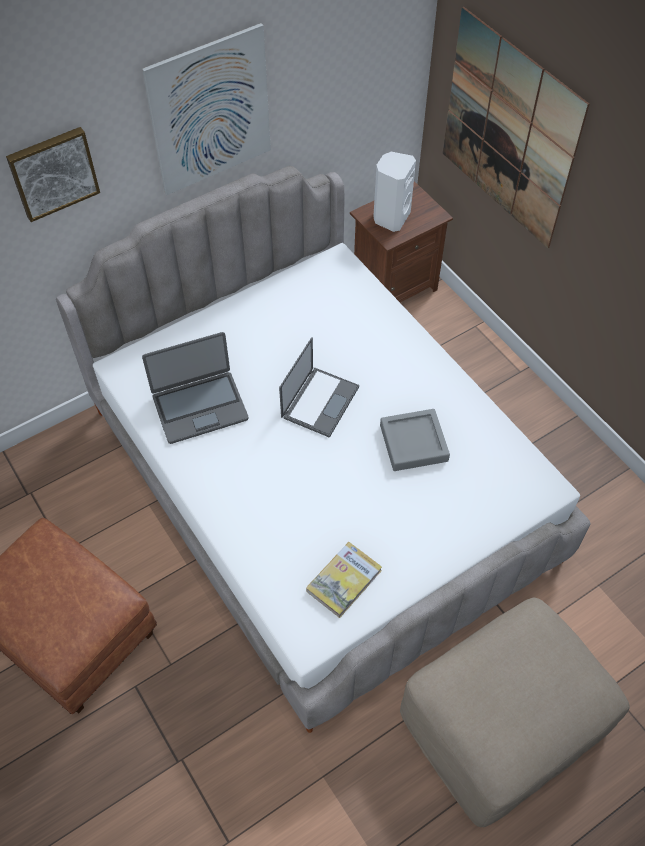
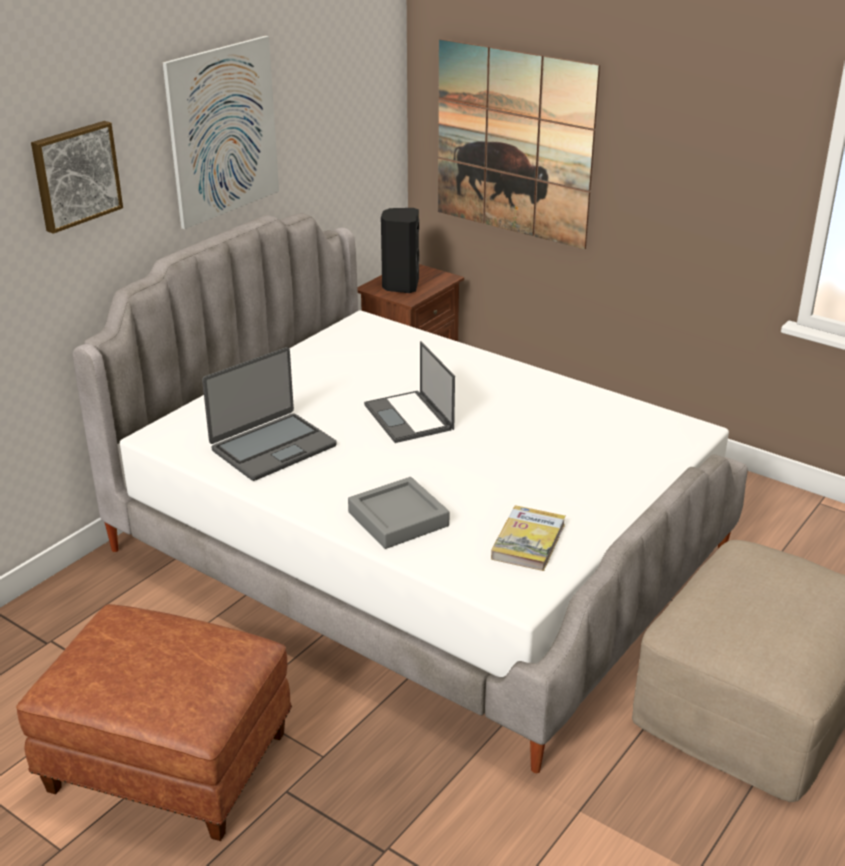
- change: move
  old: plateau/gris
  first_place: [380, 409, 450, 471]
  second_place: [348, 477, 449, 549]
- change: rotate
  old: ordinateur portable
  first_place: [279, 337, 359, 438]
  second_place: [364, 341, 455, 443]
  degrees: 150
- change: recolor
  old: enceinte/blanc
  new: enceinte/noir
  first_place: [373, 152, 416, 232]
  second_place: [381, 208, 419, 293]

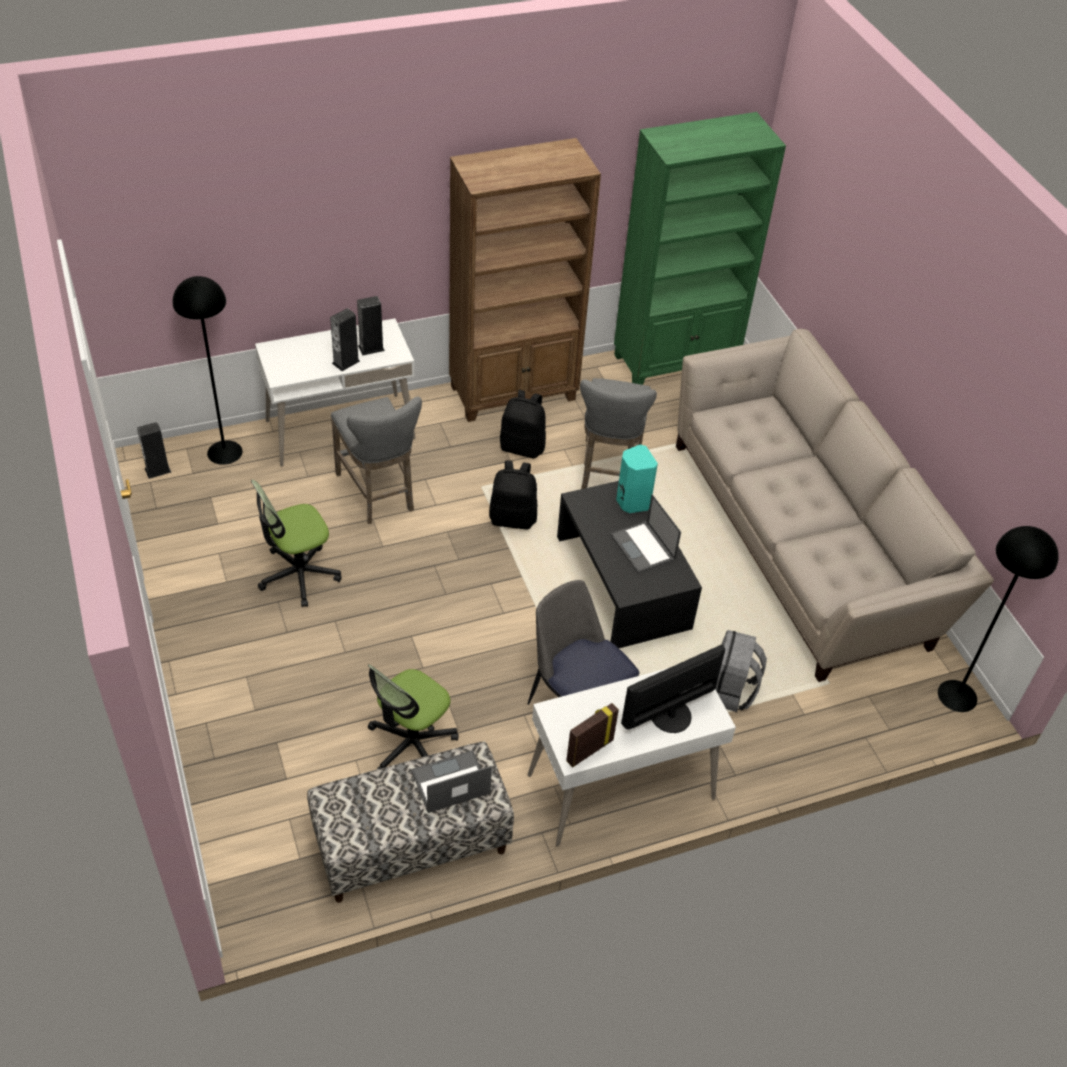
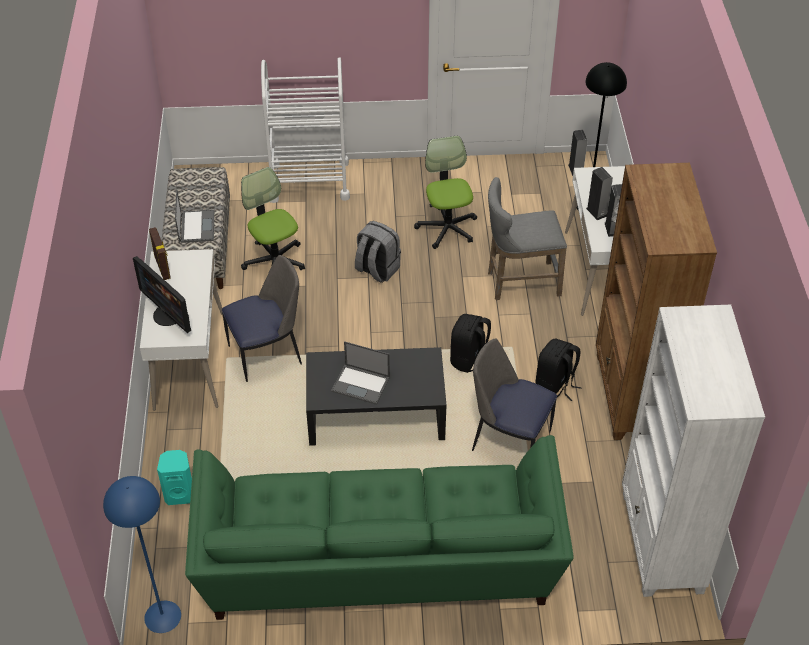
- change: recolor
  old: lampadaire/noir
  new: lampadaire/bleu
  first_place: [938, 526, 1059, 712]
  second_place: [103, 476, 181, 633]
- change: rotate
  old: écran d'ordinateur
  first_place: [621, 645, 725, 733]
  second_place: [133, 256, 191, 333]
  degrees: 150
- change: move
  old: enceinte/turquoise
  first_place: [616, 445, 658, 513]
  second_place: [157, 450, 192, 505]
- change: recolor
  old: canapé/beige
  new: canapé/vert
  first_place: [676, 329, 994, 682]
  second_place: [185, 435, 574, 620]
- change: insert
  new: chariot/blanc
  second_place: [261, 57, 350, 203]
- change: rotate
  old: ordinateur portable
  first_place: [611, 494, 681, 573]
  second_place: [331, 341, 390, 405]
  degrees: -150
- change: move
  old: sac à dos/gris
  first_place: [715, 630, 767, 712]
  second_place: [355, 221, 401, 283]
- change: replace
  old: tabouret/gris
  new: chaise
  first_place: [580, 378, 657, 489]
  second_place: [472, 338, 557, 451]
- change: recolor
  old: bibliothèque/vert
  new: bibliothèque/blanc
  first_place: [614, 112, 786, 385]
  second_place: [622, 305, 765, 597]

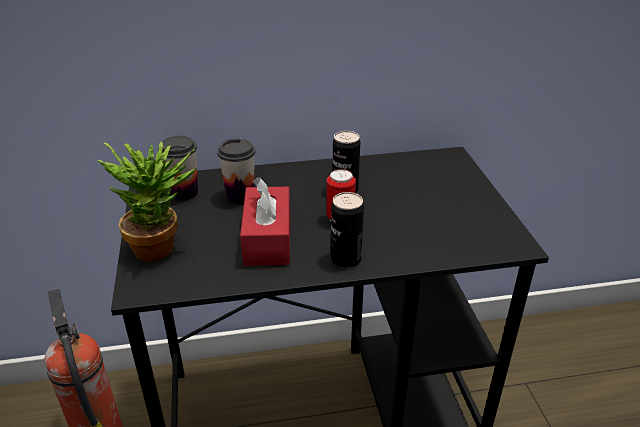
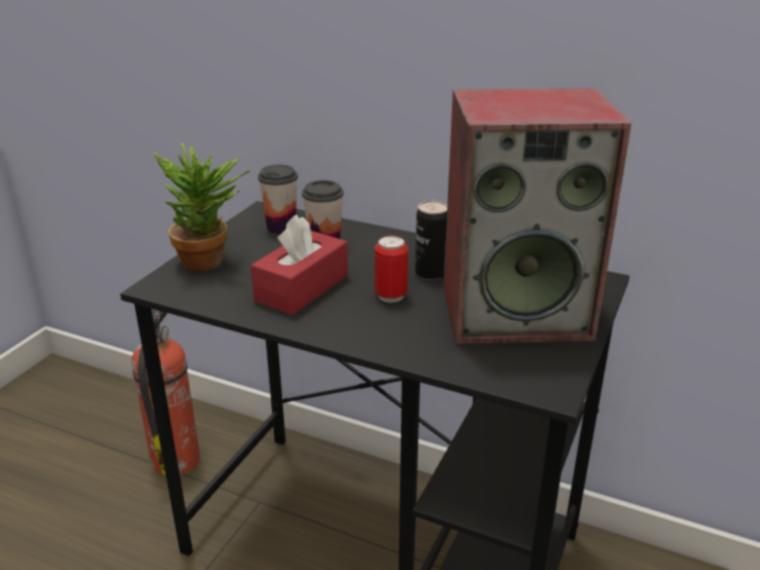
- change: insert
  new: enceinte
  second_place: [443, 88, 632, 344]
- change: delete
  old: boîte métallique
  first_place: [331, 192, 364, 268]

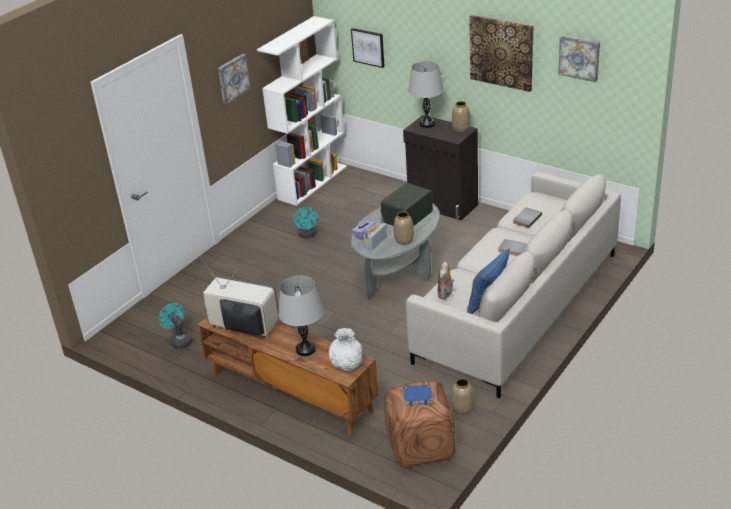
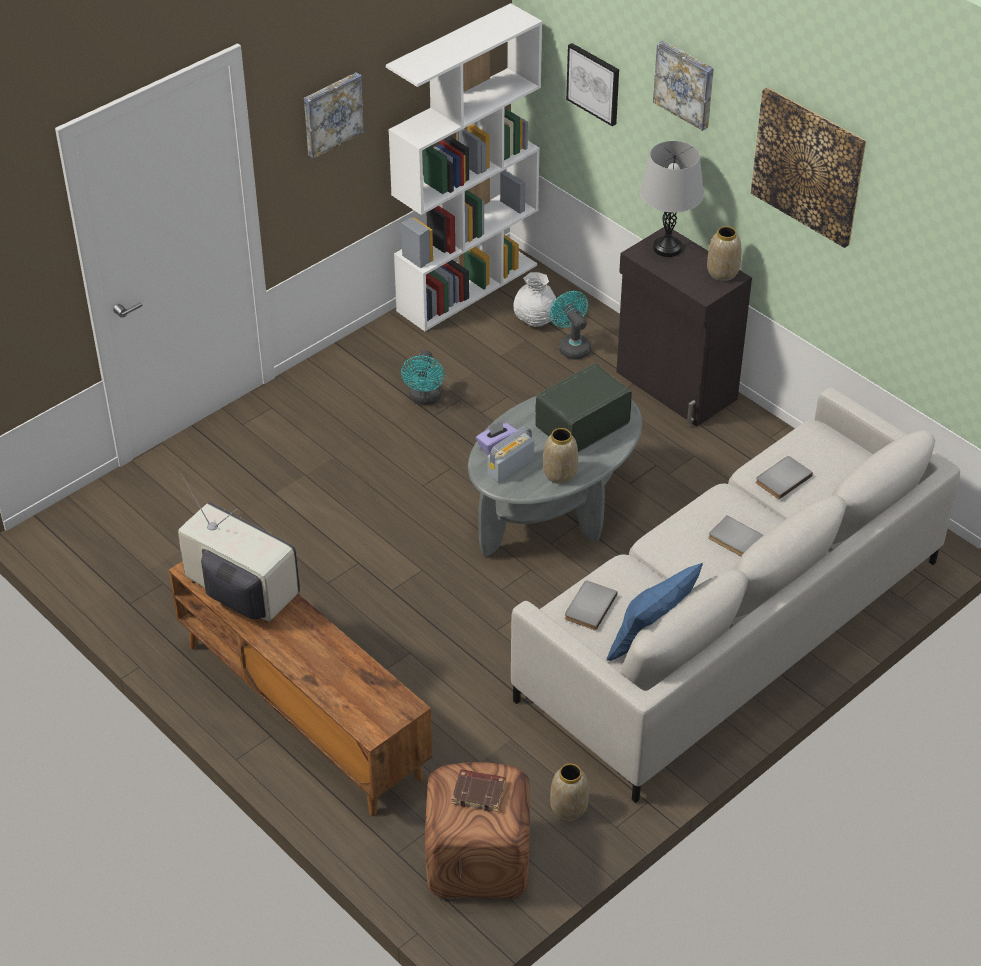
- change: recolor
  old: livre/bleu
  new: livre/marron
  first_place: [403, 385, 433, 405]
  second_place: [452, 769, 506, 812]
- change: move
  old: vase/blanc
  first_place: [329, 328, 362, 371]
  second_place: [514, 272, 556, 327]
- change: move
  old: ventilateur/turquoise
  first_place: [159, 303, 192, 349]
  second_place: [550, 291, 591, 360]
- change: replace
  old: peluche
  new: livre/gris
  first_place: [437, 261, 454, 299]
  second_place: [565, 581, 617, 631]
- change: move
  old: tableau
  first_place: [558, 35, 600, 82]
  second_place: [653, 41, 714, 131]
- change: delete
  old: lampe de table/gris
  first_place: [278, 276, 323, 356]

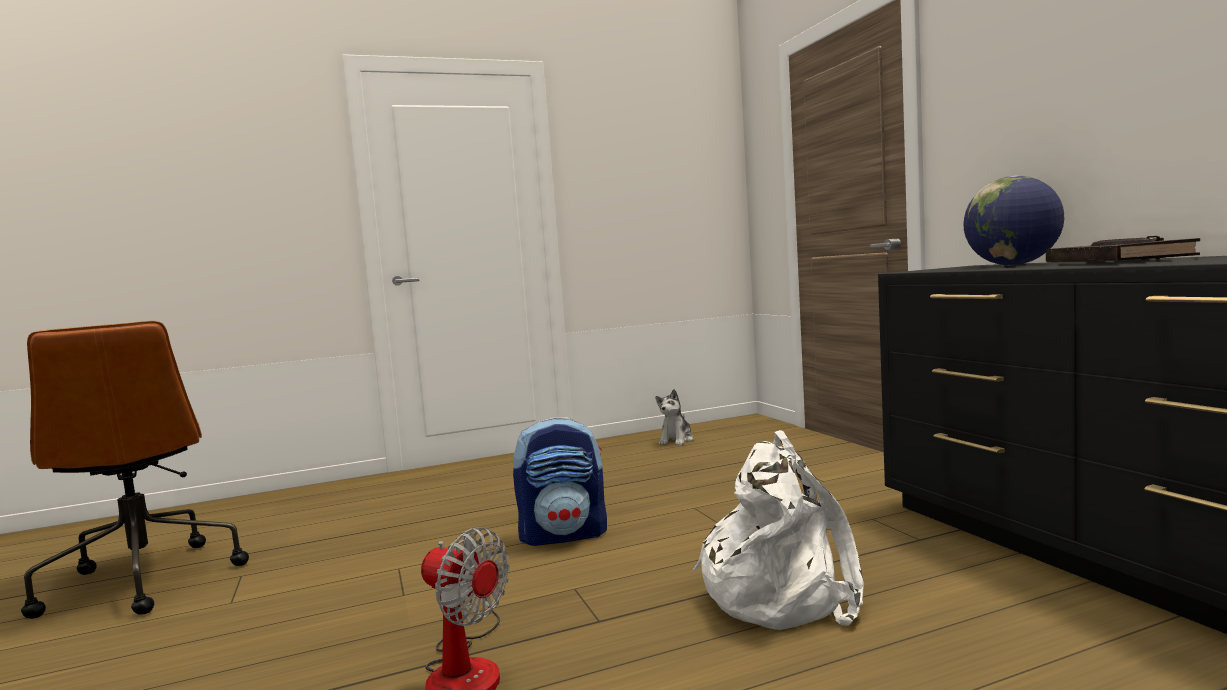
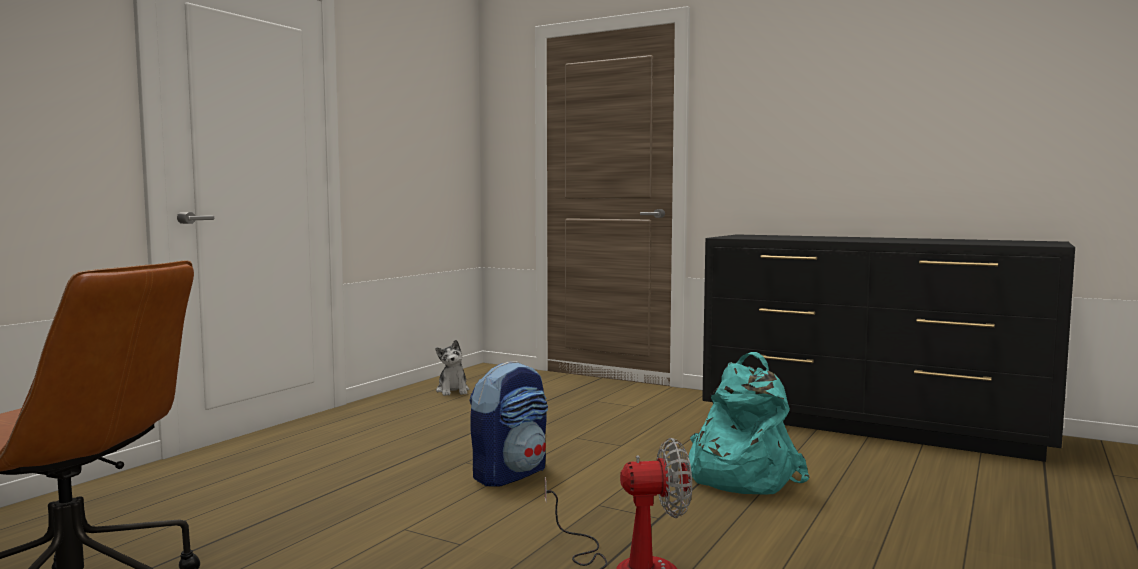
- change: recolor
  old: sac à dos/blanc
  new: sac à dos/turquoise
  first_place: [693, 430, 864, 630]
  second_place: [688, 352, 809, 495]
- change: delete
  old: globe
  first_place: [963, 176, 1064, 265]
- change: delete
  old: livre/noir
  first_place: [1046, 236, 1200, 262]

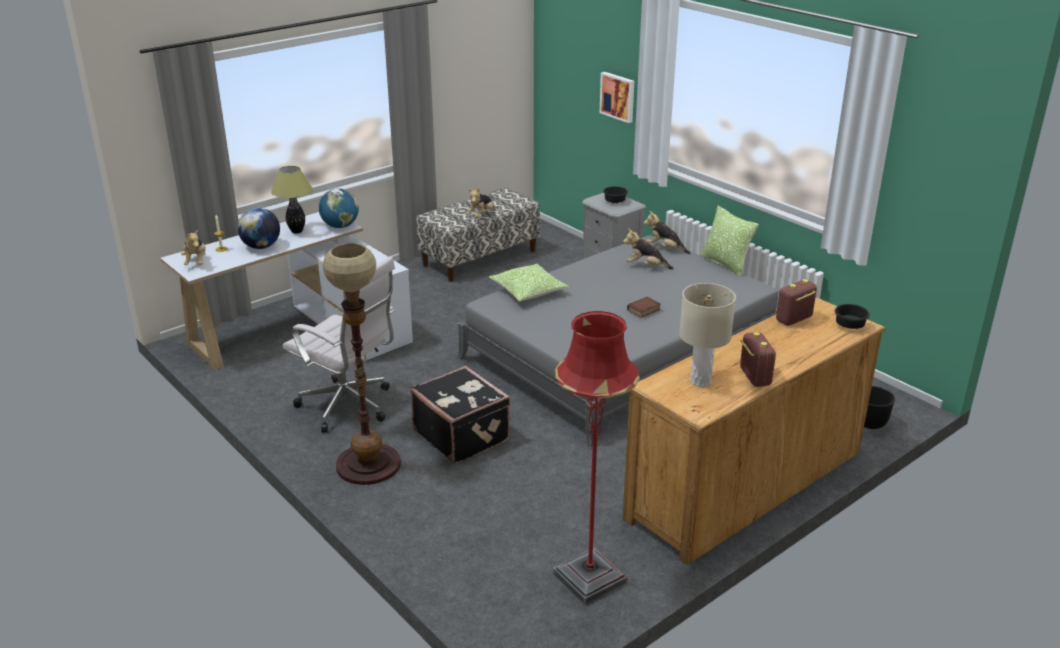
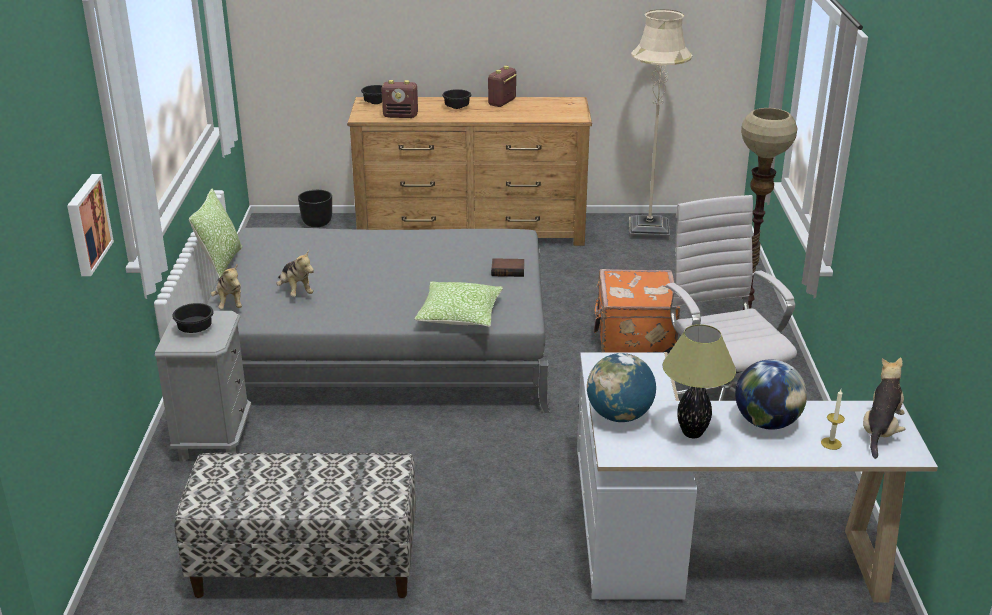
- change: insert
  new: bol/noir
  second_place: [442, 89, 471, 109]
- change: move
  old: livre
  first_place: [627, 297, 661, 318]
  second_place: [491, 258, 524, 277]
- change: recolor
  old: valise/noir
  new: valise/orange
  first_place: [411, 366, 511, 464]
  second_place: [594, 269, 680, 354]
- change: recolor
  old: lampadaire/rouge
  new: lampadaire/beige
  first_place: [553, 311, 640, 605]
  second_place: [629, 9, 692, 241]
- change: delete
  old: peluche
  first_place: [466, 188, 495, 218]
- change: delete
  old: lampe de table/beige
  first_place: [679, 283, 736, 387]

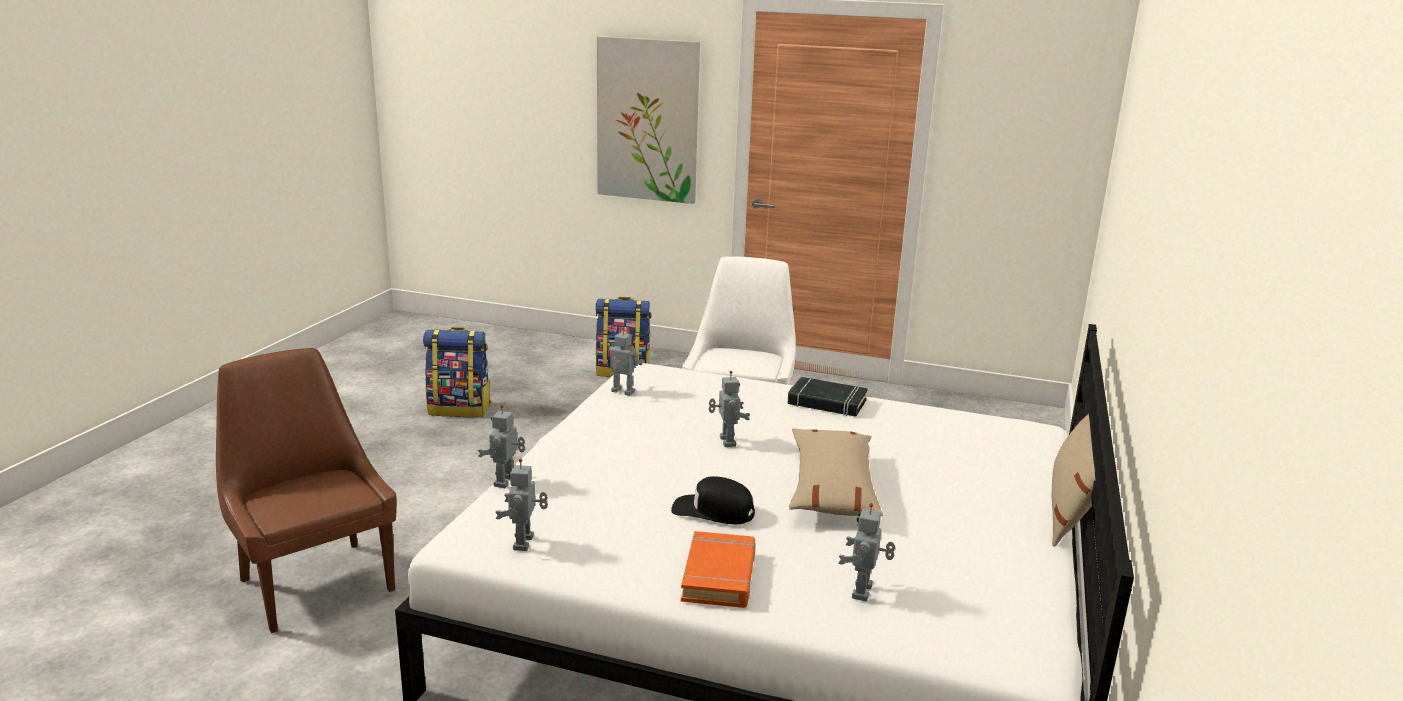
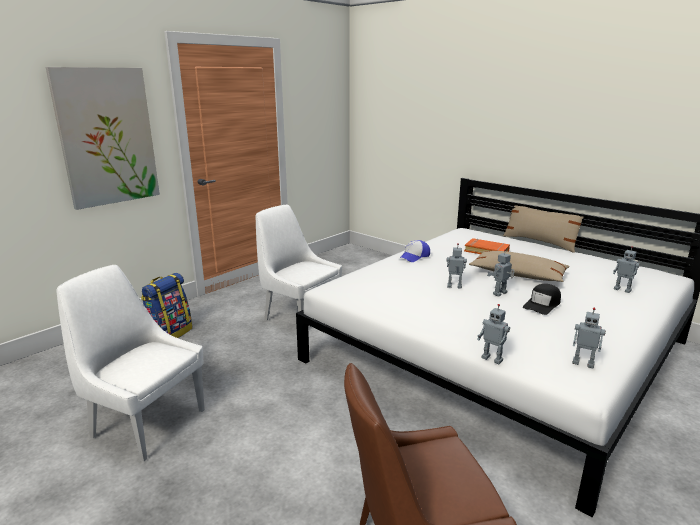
- change: replace
  old: sac à dos
  new: chaise/blanc
  first_place: [423, 327, 491, 417]
  second_place: [56, 265, 205, 462]
- change: replace
  old: livre/noir
  new: casquette
  first_place: [787, 377, 868, 417]
  second_place: [400, 240, 430, 262]
- change: move
  old: livre/orange
  first_place: [681, 531, 756, 608]
  second_place: [464, 238, 510, 254]
- change: move
  old: robot jouet
  first_place: [609, 327, 643, 396]
  second_place: [487, 249, 515, 297]

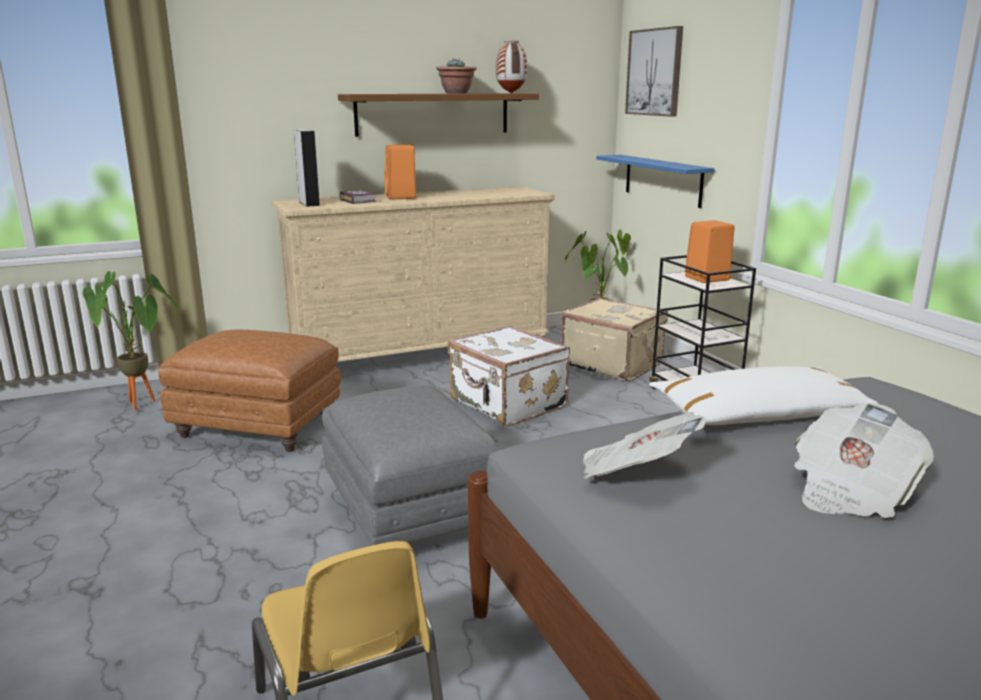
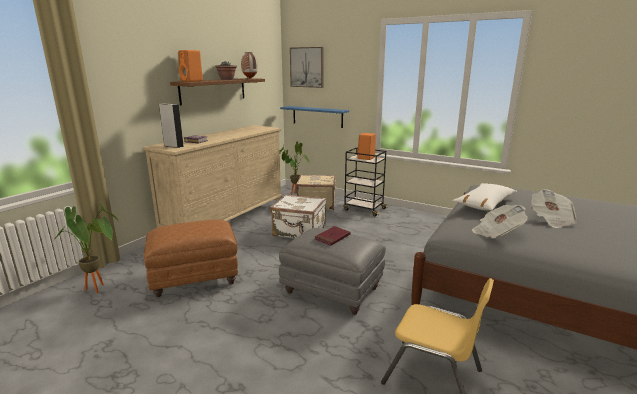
- change: move
  old: enceinte/orange
  first_place: [384, 145, 416, 199]
  second_place: [178, 50, 203, 82]
- change: insert
  new: livre/rouge
  second_place: [315, 226, 351, 246]

